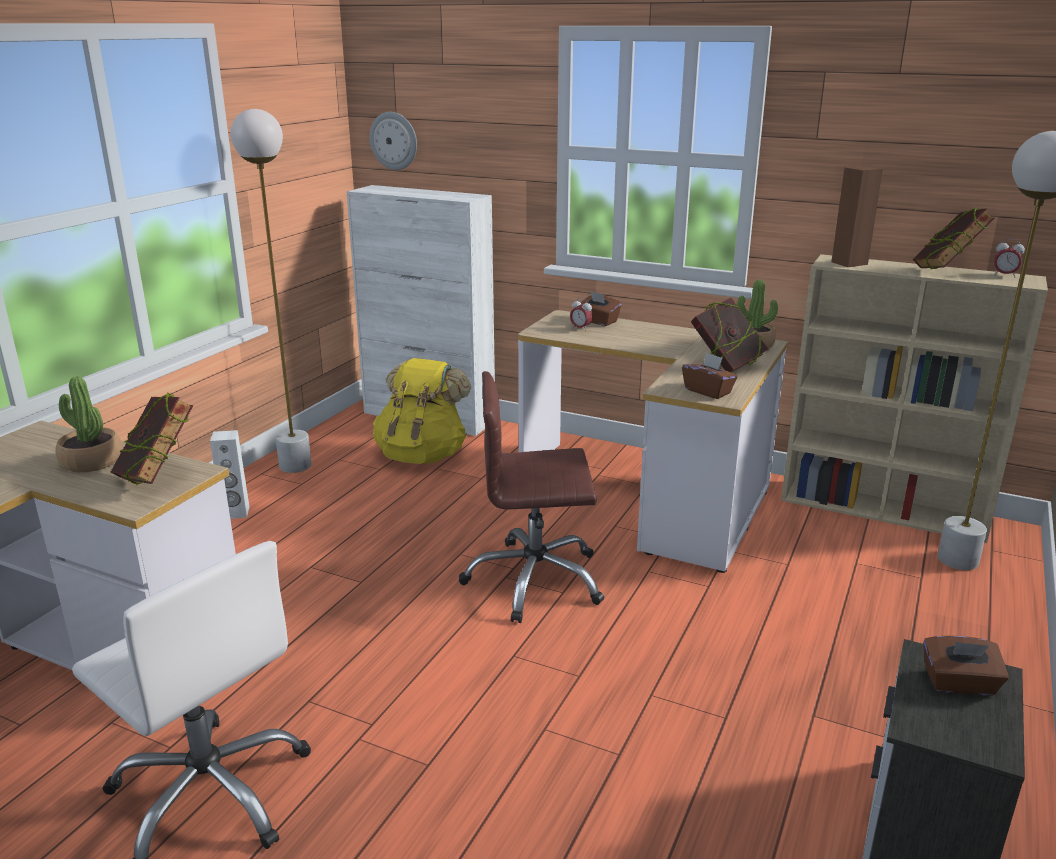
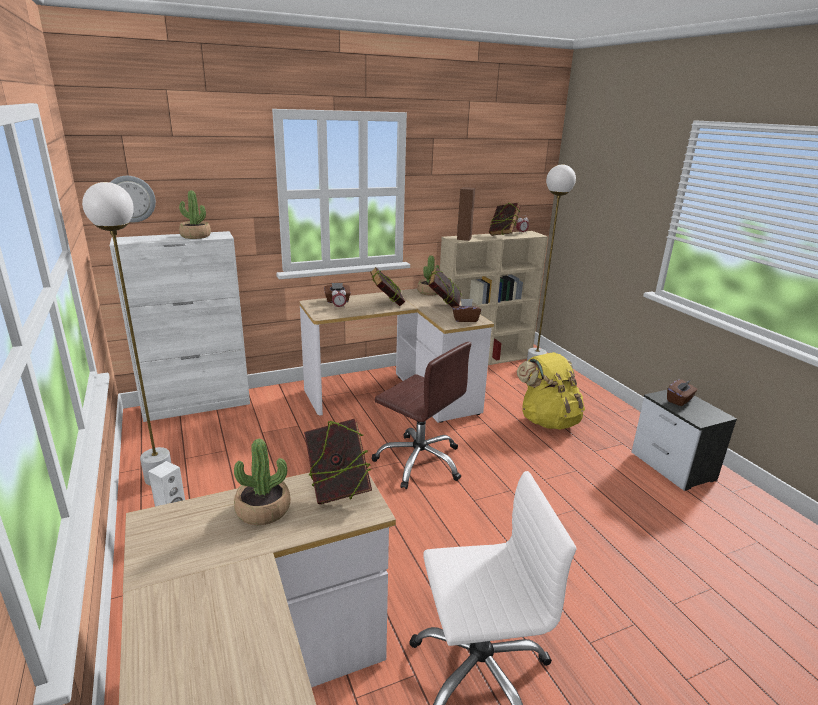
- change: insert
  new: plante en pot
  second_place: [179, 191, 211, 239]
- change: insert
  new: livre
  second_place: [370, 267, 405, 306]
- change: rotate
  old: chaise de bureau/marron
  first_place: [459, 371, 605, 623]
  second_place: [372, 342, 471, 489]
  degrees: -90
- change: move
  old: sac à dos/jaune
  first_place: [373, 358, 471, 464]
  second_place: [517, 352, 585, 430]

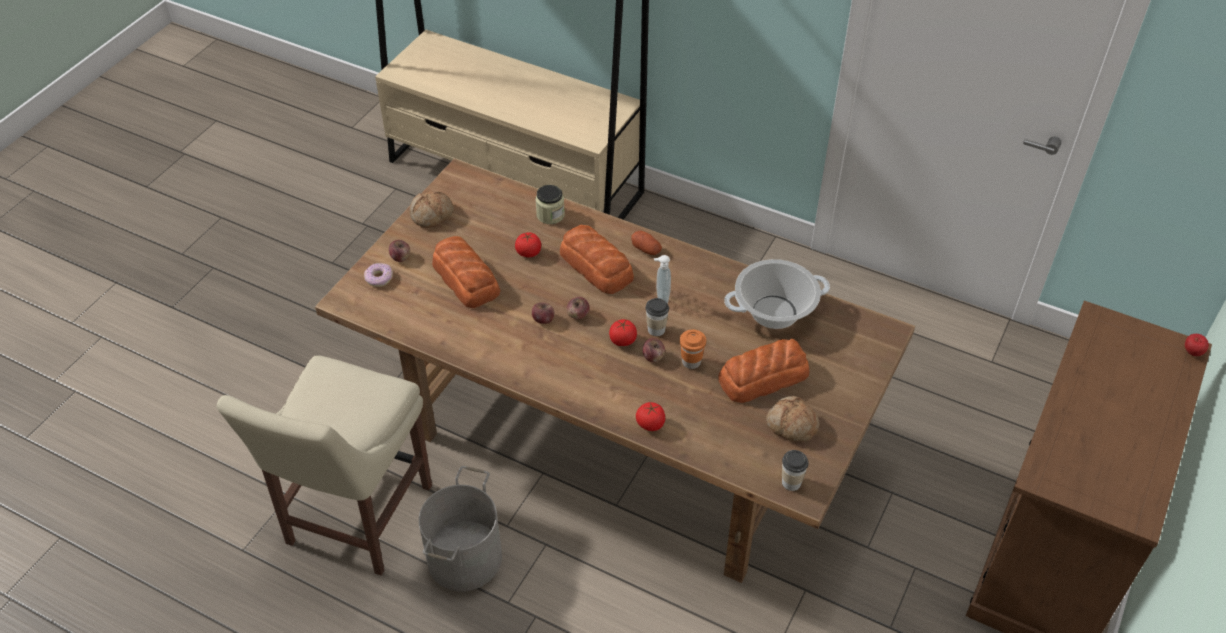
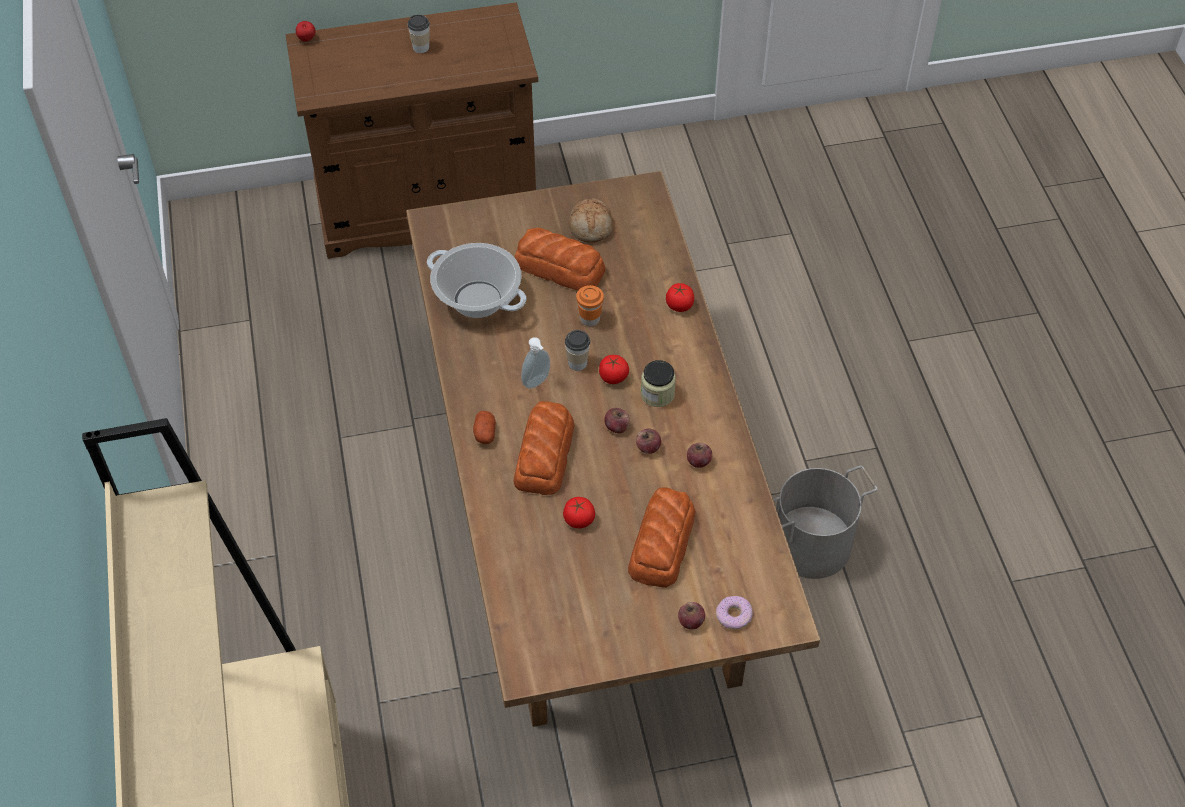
- change: move
  old: tasse
  first_place: [782, 450, 809, 491]
  second_place: [408, 15, 430, 53]
- change: move
  old: bocal
  first_place: [536, 185, 565, 224]
  second_place: [641, 360, 676, 407]
- change: move
  old: pomme
  first_place: [643, 338, 665, 363]
  second_place: [687, 443, 712, 468]
- change: delete
  old: chaise/beige
  first_place: [217, 355, 432, 576]
- change: delete
  old: pain
  first_place: [409, 191, 454, 228]

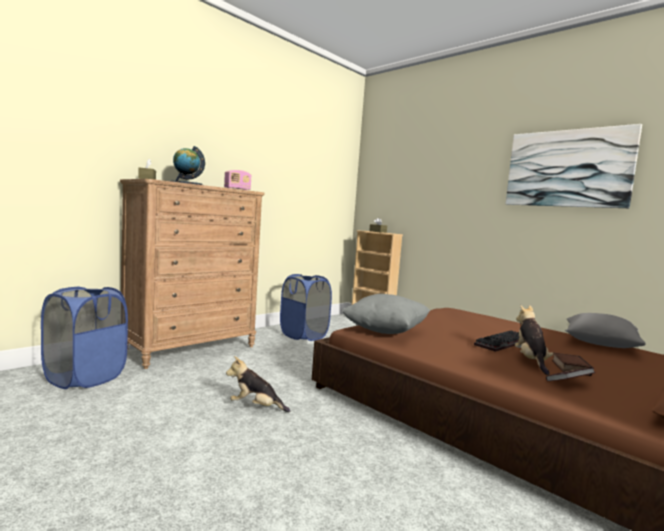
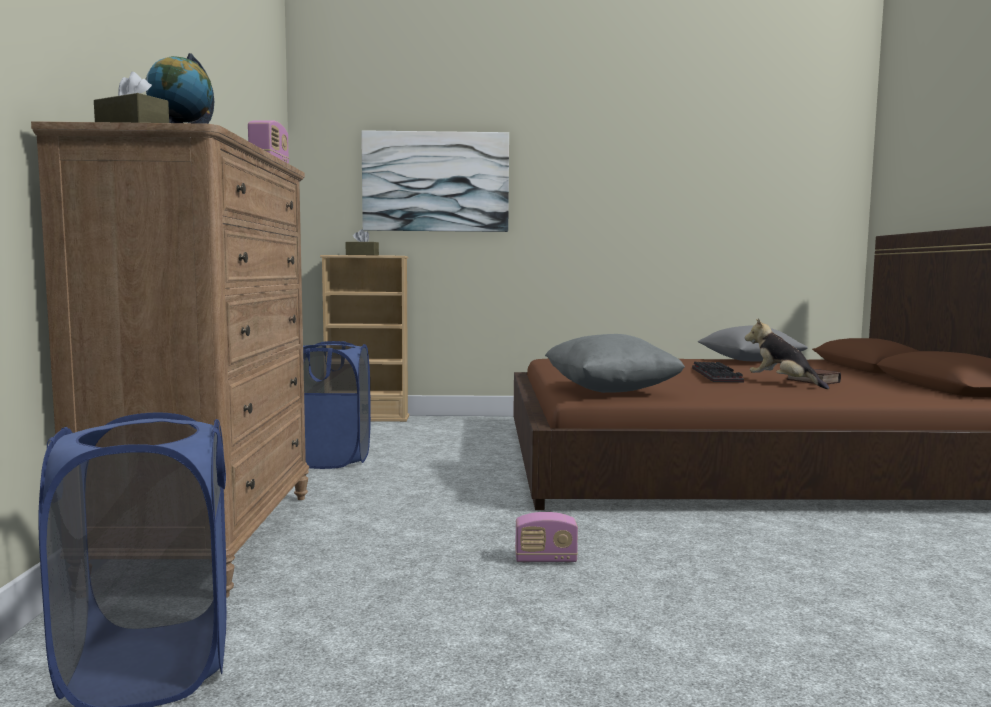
- change: move
  old: tableau
  first_place: [506, 124, 642, 208]
  second_place: [361, 130, 509, 232]
- change: replace
  old: peluche
  new: radio
  first_place: [226, 356, 290, 412]
  second_place: [515, 512, 578, 562]
- change: delete
  old: livre
  first_place: [546, 368, 595, 381]

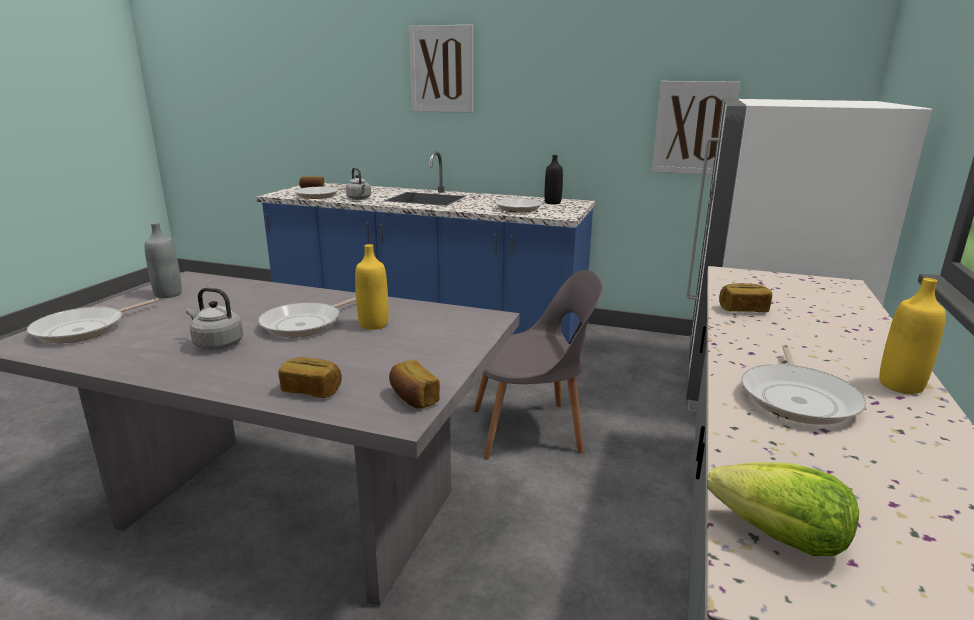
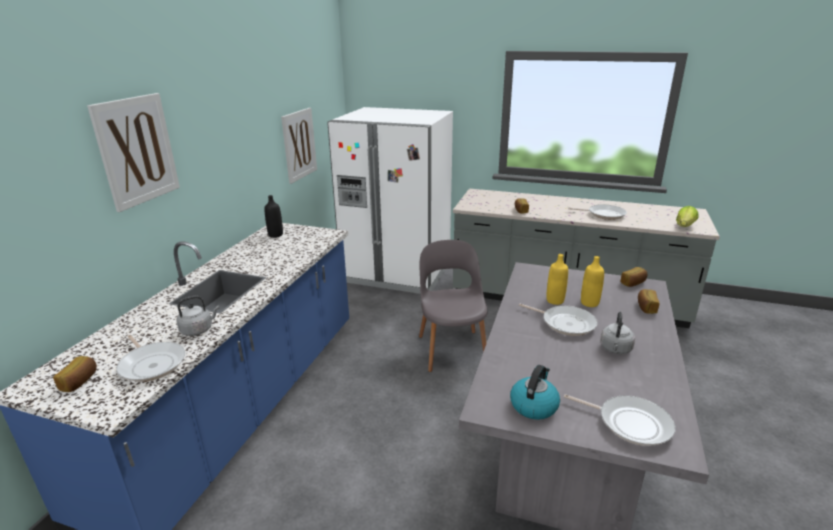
- change: replace
  old: bouteille/gris
  new: bouilloire
  first_place: [145, 222, 182, 298]
  second_place: [510, 365, 560, 420]
- change: move
  old: bouteille/jaune
  first_place: [879, 278, 946, 394]
  second_place: [581, 256, 604, 307]
- change: delete
  old: poêle
  first_place: [495, 195, 542, 212]

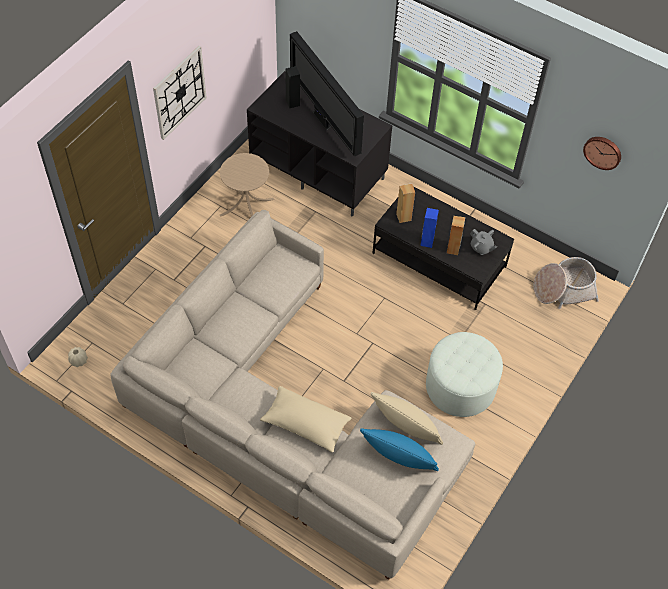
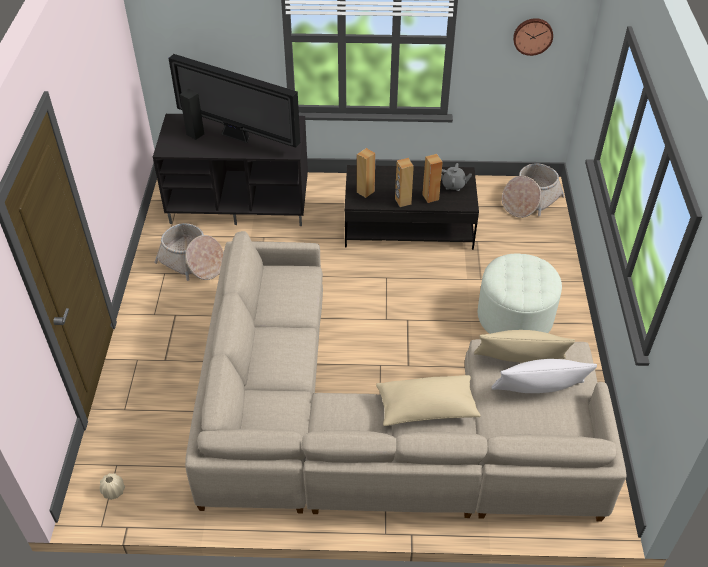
- change: replace
  old: table d'appoint/beige
  new: panier
  first_place: [220, 153, 274, 217]
  second_place: [154, 223, 224, 281]
- change: recolor
  old: enceinte/bleu
  new: enceinte/marron
  first_place: [420, 208, 439, 248]
  second_place: [395, 158, 414, 207]
- change: recolor
  old: coussin/bleu
  new: coussin/blanc
  first_place: [360, 428, 439, 471]
  second_place: [491, 359, 597, 393]
- change: delete
  old: horloge murale
  first_place: [153, 46, 207, 140]

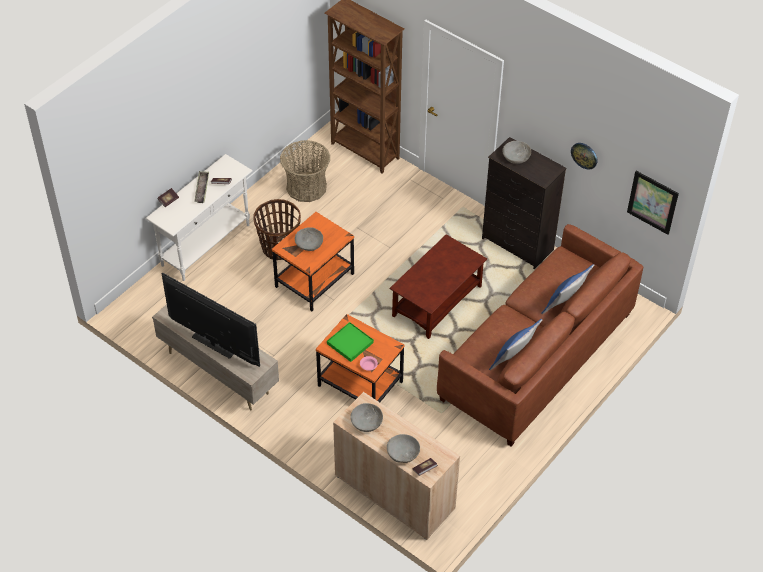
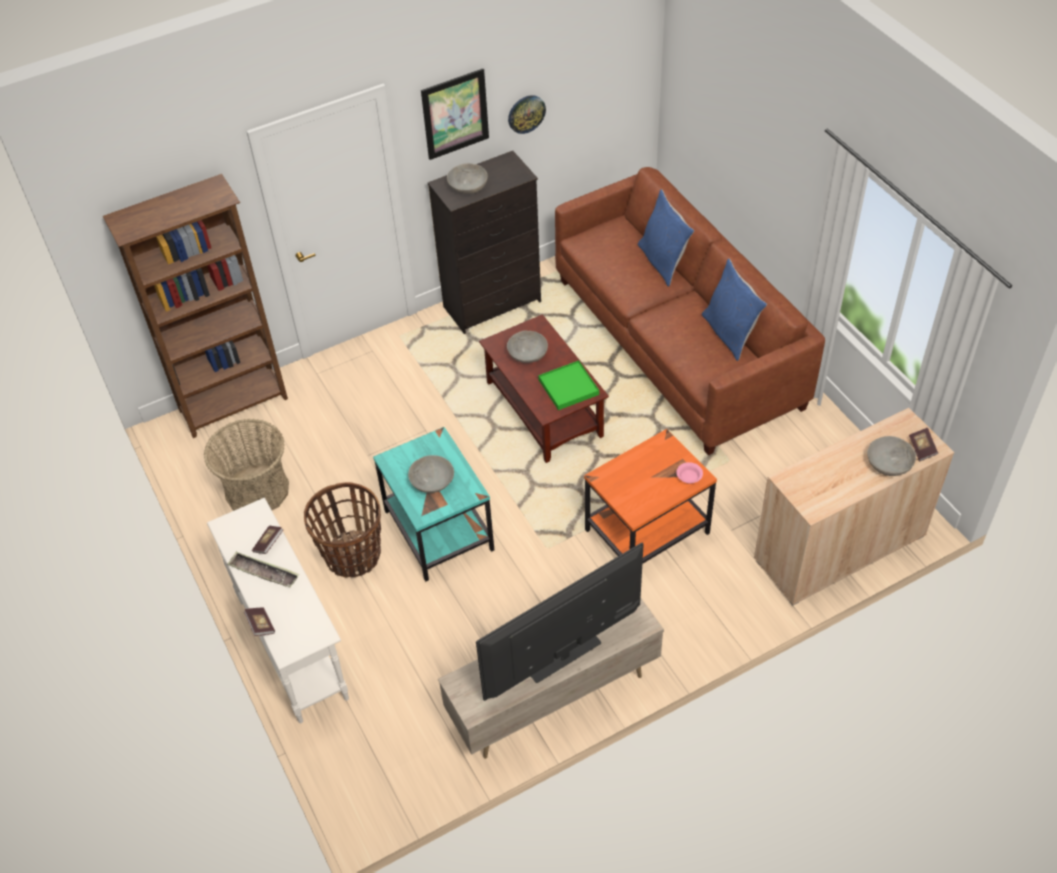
- change: recolor
  old: table d'appoint/orange
  new: table d'appoint/turquoise
  first_place: [272, 212, 354, 312]
  second_place: [373, 427, 494, 581]
- change: move
  old: tableau
  first_place: [627, 171, 679, 235]
  second_place: [421, 69, 489, 160]
- change: move
  old: bol/gris
  first_place: [350, 403, 383, 432]
  second_place: [507, 331, 548, 363]
- change: move
  old: plateau/vert
  first_place: [327, 322, 374, 362]
  second_place: [538, 361, 599, 410]

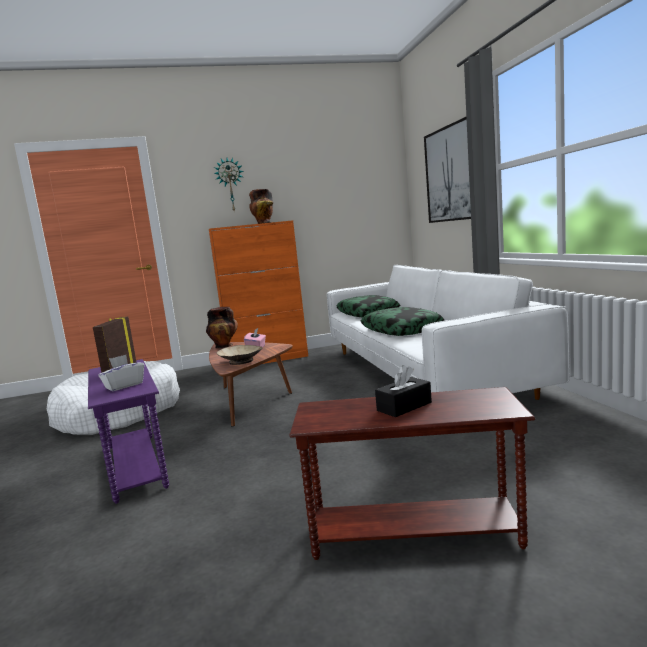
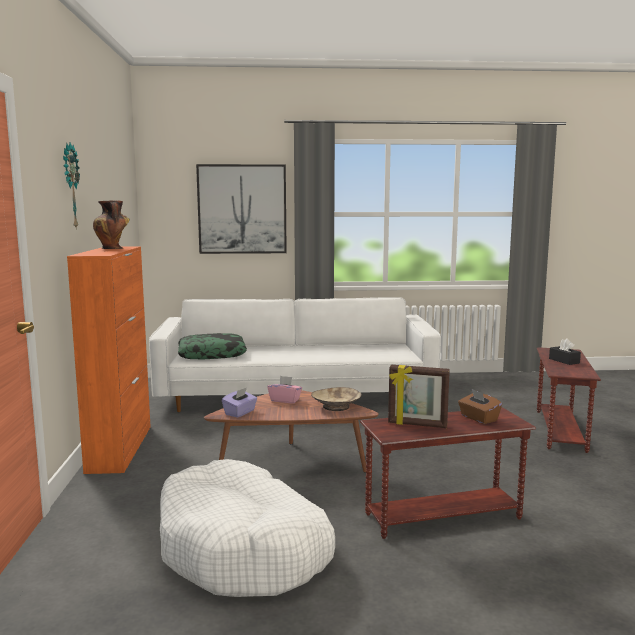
- change: replace
  old: vase
  new: boîte à mouchoirs/violet
  first_place: [206, 307, 238, 348]
  second_place: [222, 388, 257, 418]
- change: recolor
  old: table d'appoint/violet
  new: table d'appoint/marron
  first_place: [88, 359, 169, 504]
  second_place: [360, 407, 536, 539]
- change: recolor
  old: boîte à mouchoirs/blanc
  new: boîte à mouchoirs/marron
  first_place: [98, 355, 144, 391]
  second_place: [458, 389, 502, 424]
- change: delete
  old: coussin
  first_place: [361, 307, 444, 336]

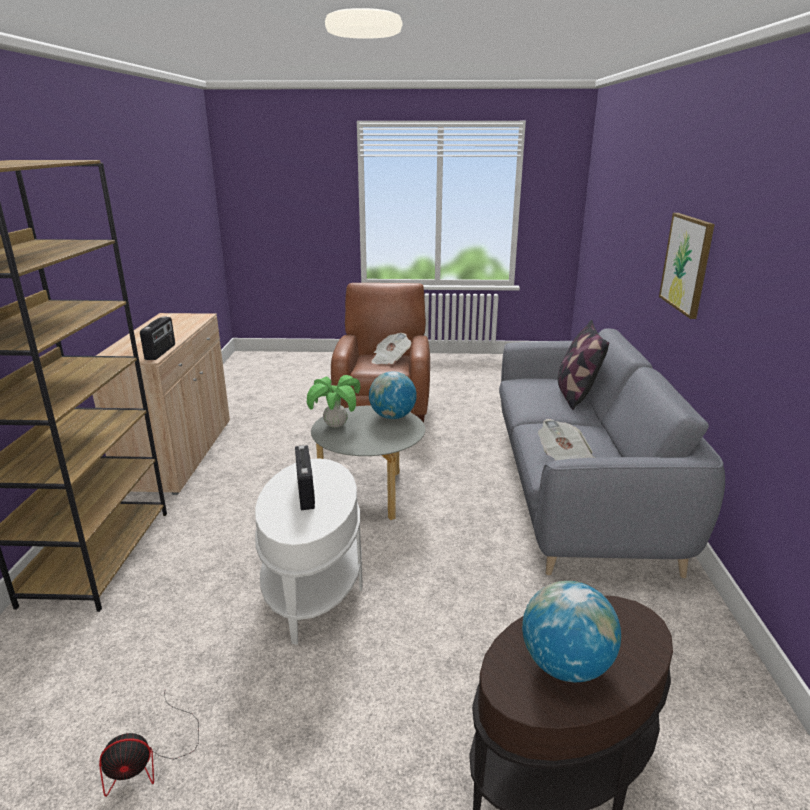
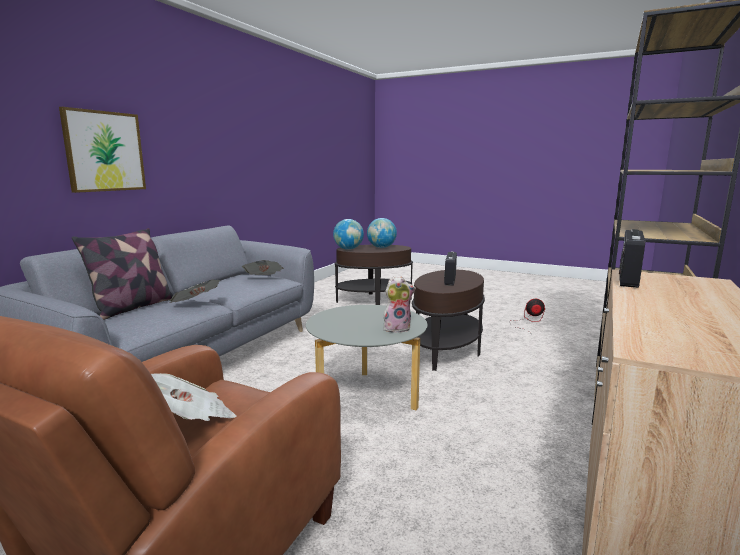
- change: insert
  new: journal
  second_place: [169, 280, 220, 303]
- change: move
  old: globe
  first_place: [369, 372, 417, 419]
  second_place: [333, 219, 364, 250]
- change: replace
  old: plante en pot
  new: peluche
  first_place: [307, 375, 361, 428]
  second_place: [383, 277, 416, 333]
- change: recolor
  old: table d'appoint/blanc
  new: table d'appoint/marron
  first_place: [255, 458, 363, 645]
  second_place: [412, 270, 485, 371]

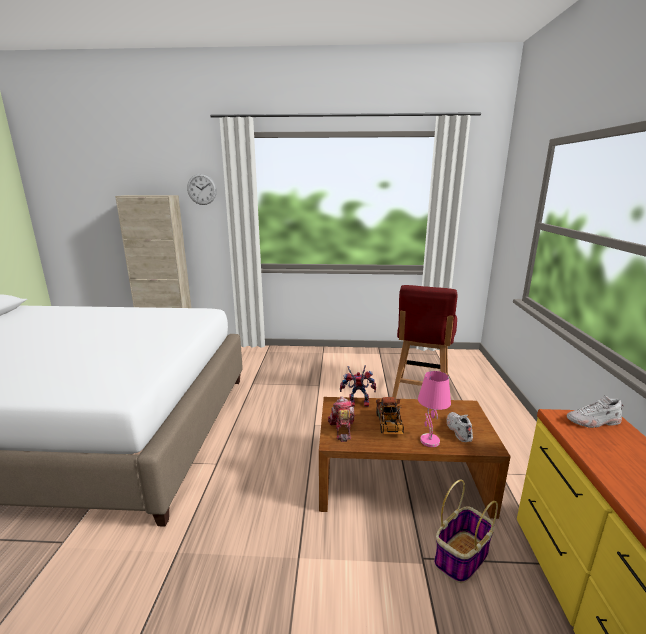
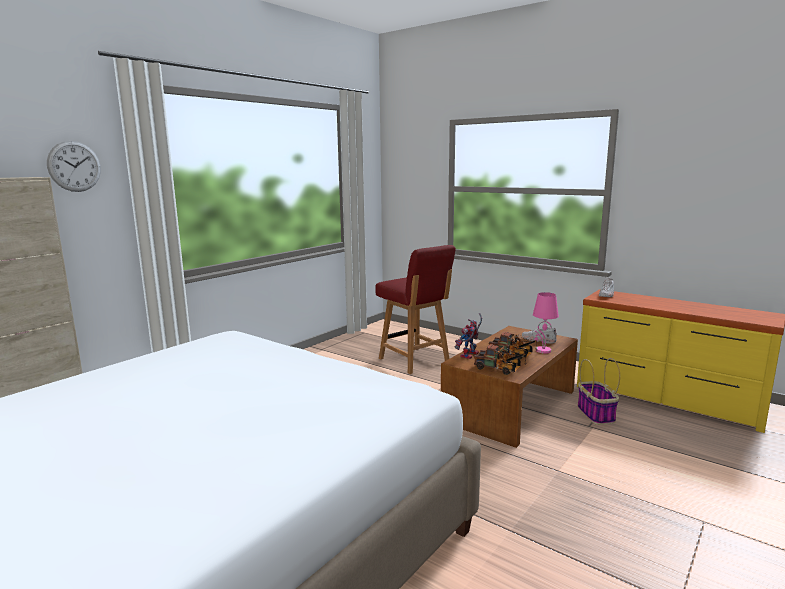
- change: replace
  old: robot jouet
  new: camion jouet
  first_place: [328, 396, 355, 442]
  second_place: [474, 344, 527, 375]

